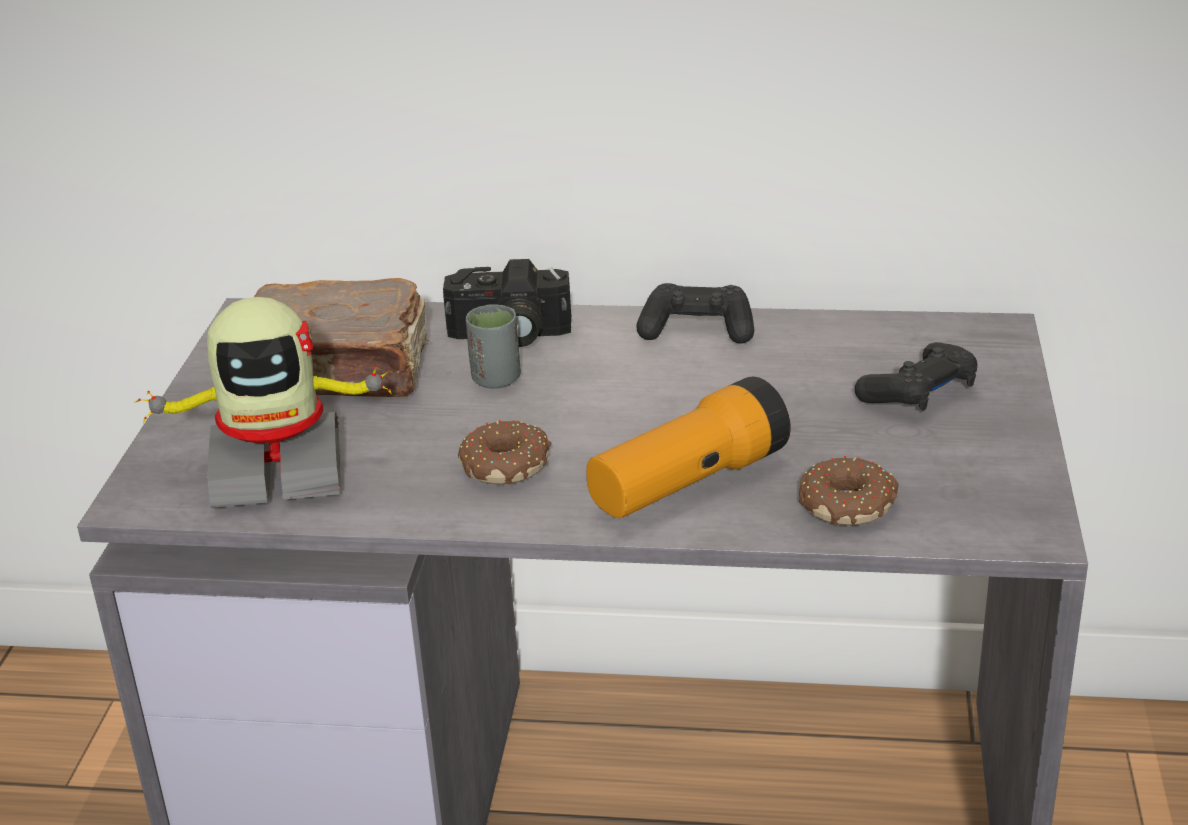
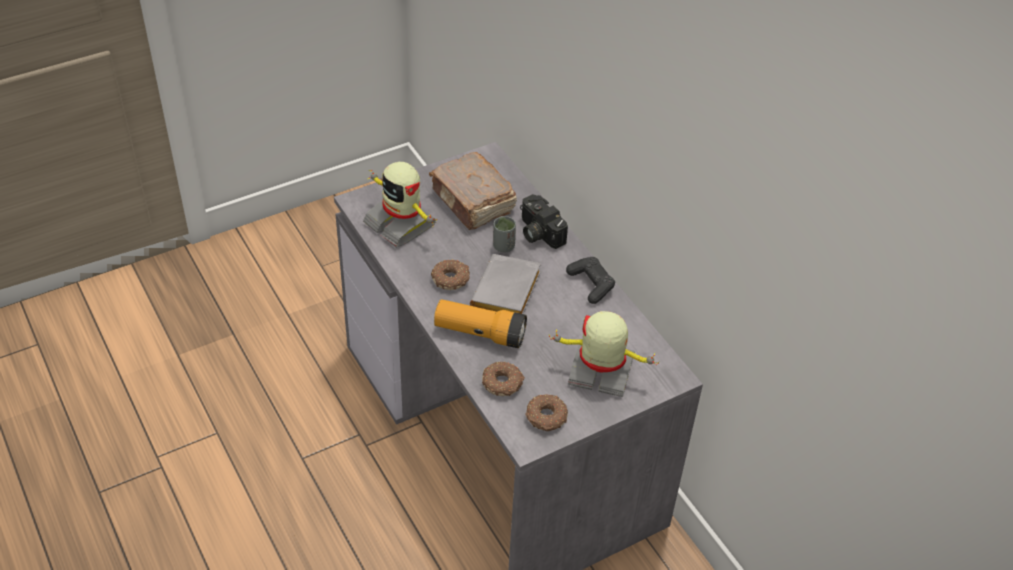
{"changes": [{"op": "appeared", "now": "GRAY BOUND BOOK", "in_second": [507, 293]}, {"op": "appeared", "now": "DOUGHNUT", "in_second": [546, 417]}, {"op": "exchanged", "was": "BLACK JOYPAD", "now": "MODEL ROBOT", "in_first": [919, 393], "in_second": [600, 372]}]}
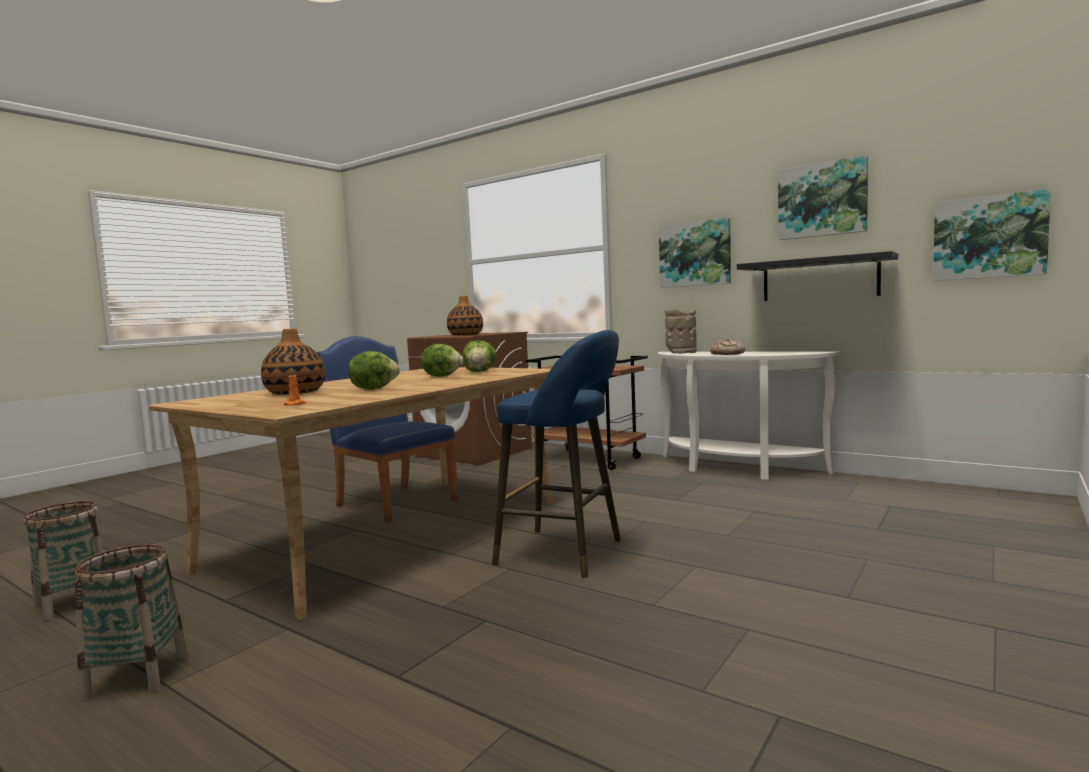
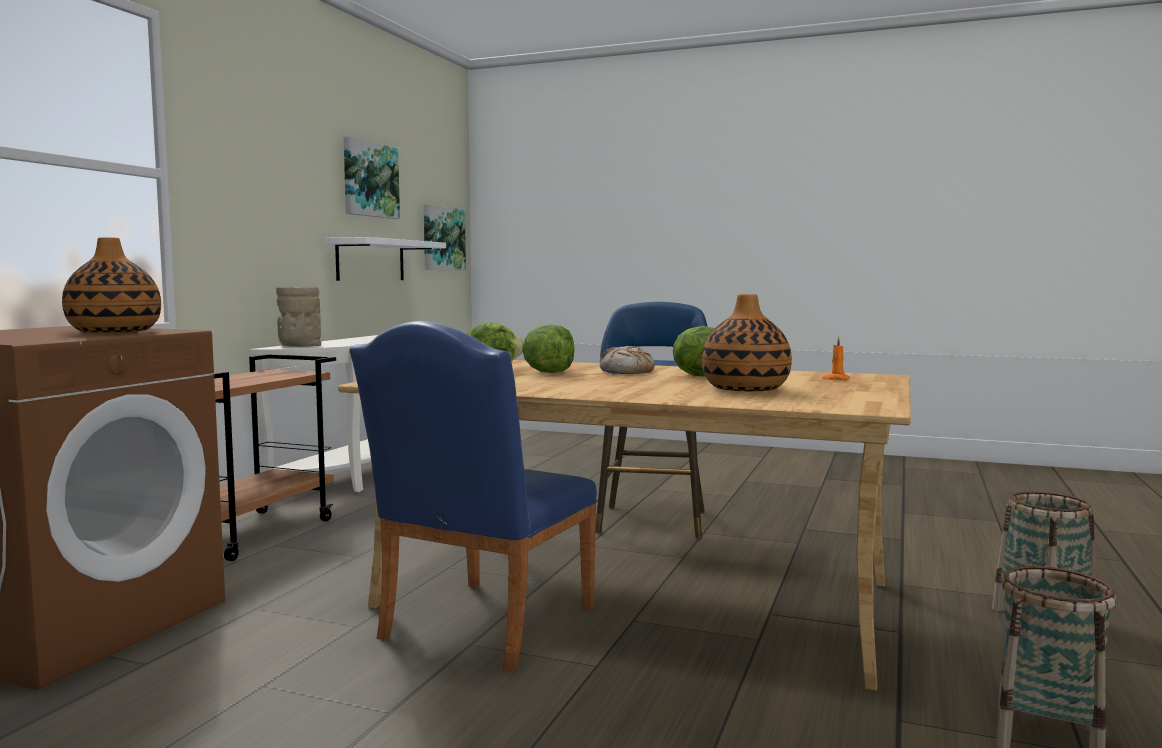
{"changes": [{"op": "colour", "was": "BLACK WALL SHELF", "now": "WHITE-COLOURED WALL SHELF", "in_first": [819, 279], "in_second": [370, 260]}, {"op": "relocated", "was": "BAKERY BREAD", "in_first": [727, 354], "in_second": [626, 372]}, {"op": "missing", "was": "WALL ART", "in_first": [695, 254]}]}
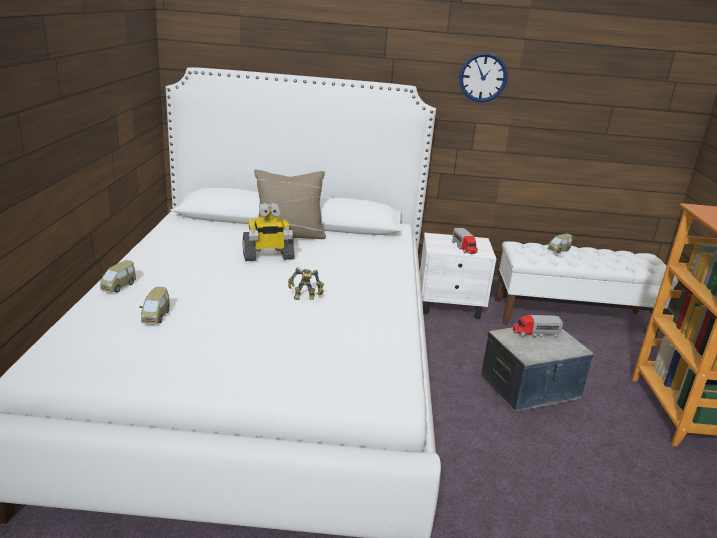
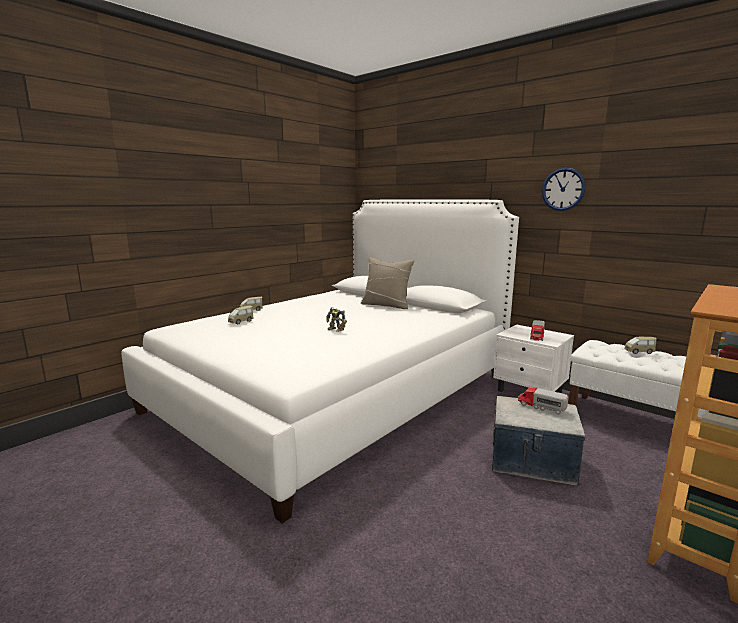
{"changes": [{"op": "missing", "was": "MODEL ROBOT", "in_first": [267, 256]}]}
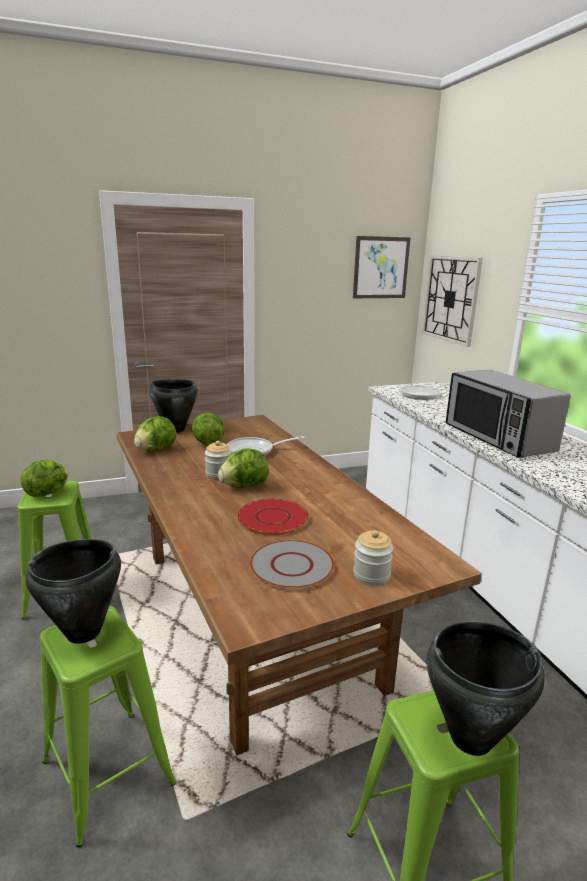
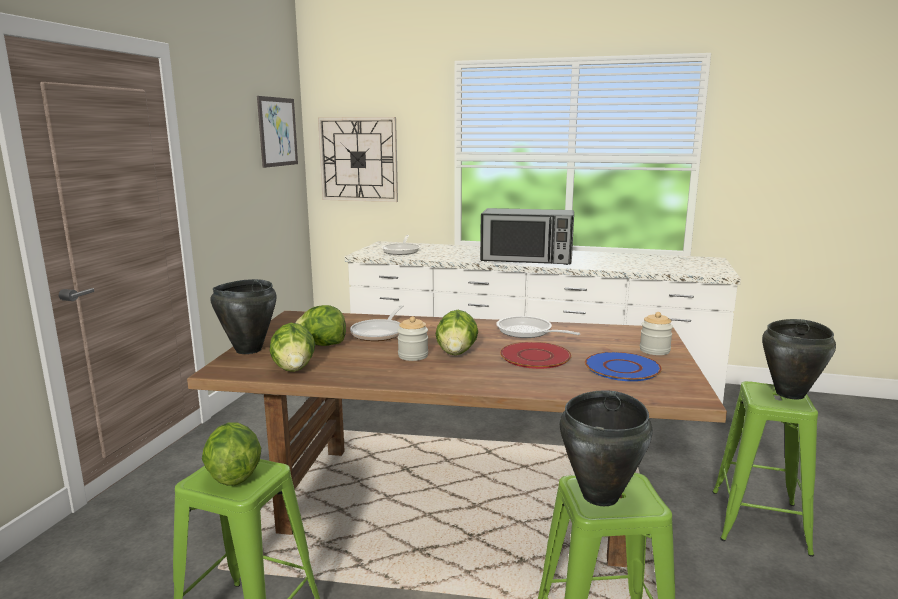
{"changes": [{"op": "appeared", "now": "PAN", "in_second": [528, 332]}, {"op": "colour", "was": "GRAY DINNER PLATE", "now": "BLUISH DINNER PLATE", "in_first": [291, 565], "in_second": [622, 368]}]}
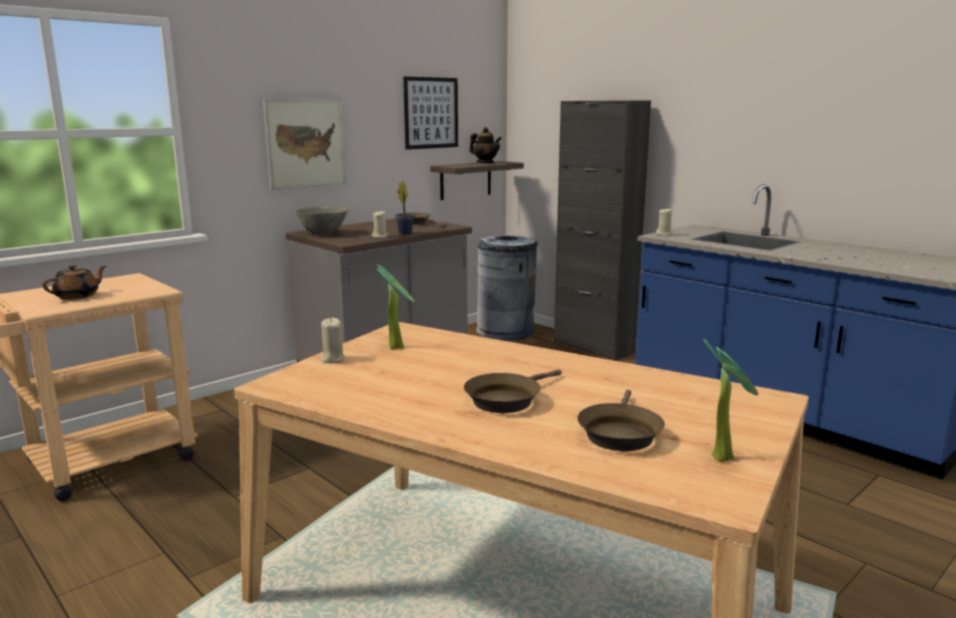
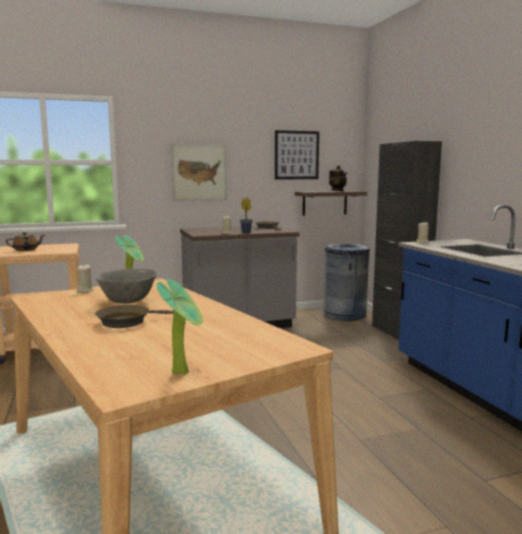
{"changes": [{"op": "relocated", "was": "GRAY DEEP DISH", "in_first": [323, 234], "in_second": [128, 302]}, {"op": "missing", "was": "BROWN-COLOURED PAN", "in_first": [619, 433]}]}
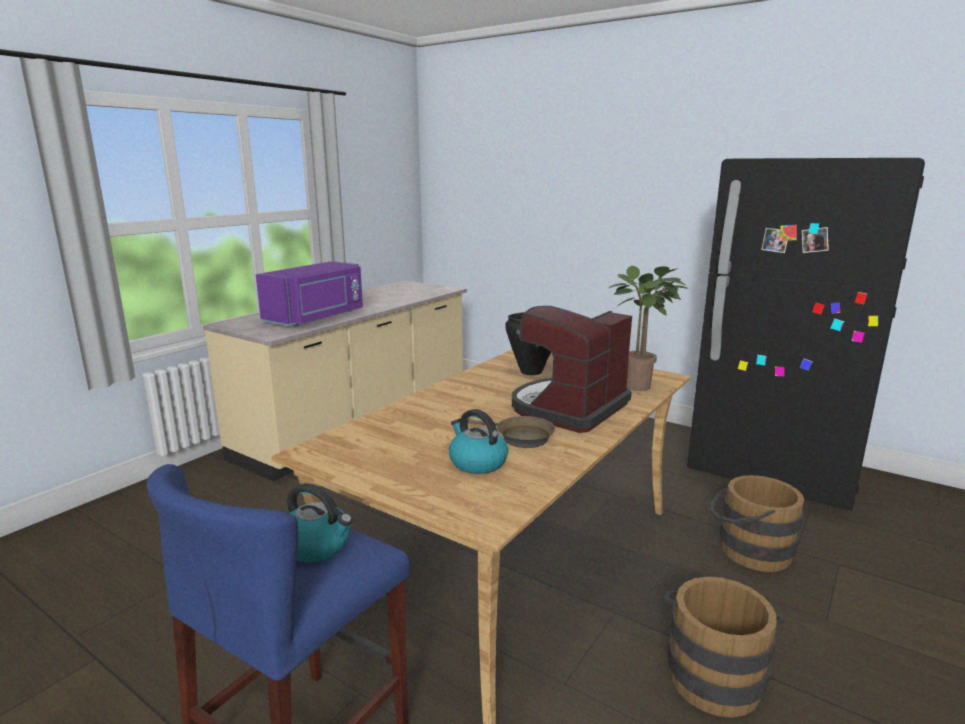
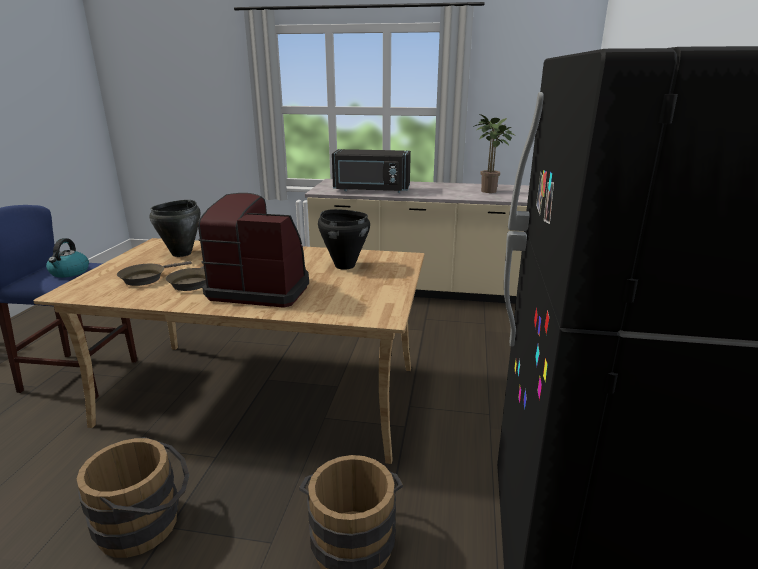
{"changes": [{"op": "exchanged", "was": "KETTLE", "now": "BROWN-COLOURED PAN", "in_first": [477, 462], "in_second": [146, 278]}, {"op": "appeared", "now": "BLACK SAUCEPOT", "in_second": [182, 253]}, {"op": "colour", "was": "PURPLE-COLOURED KITCHEN MICROWAVE", "now": "BLACK KITCHEN MICROWAVE", "in_first": [317, 317], "in_second": [371, 190]}, {"op": "relocated", "was": "HOUSEPLANT", "in_first": [642, 387], "in_second": [489, 192]}]}
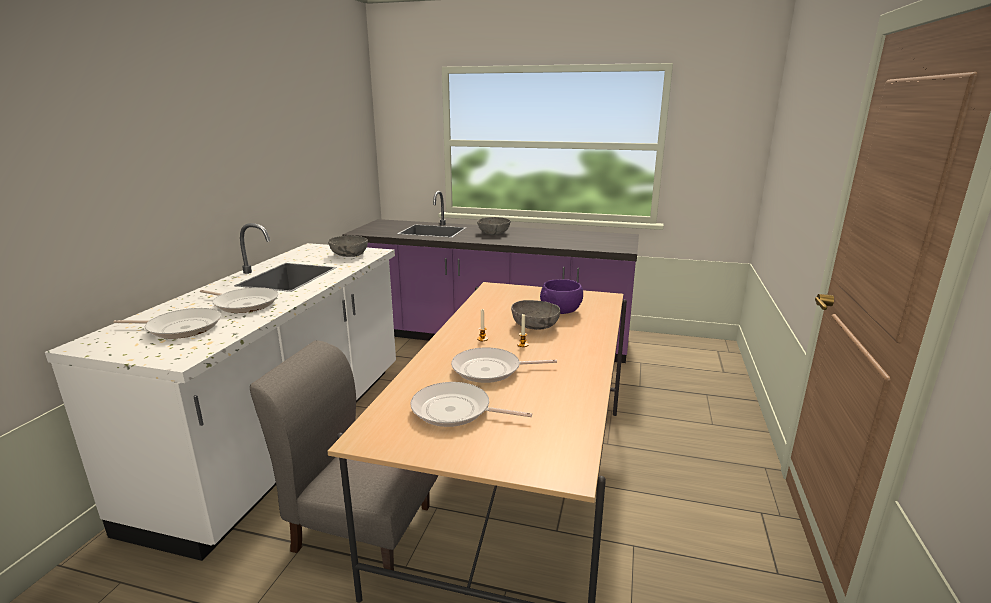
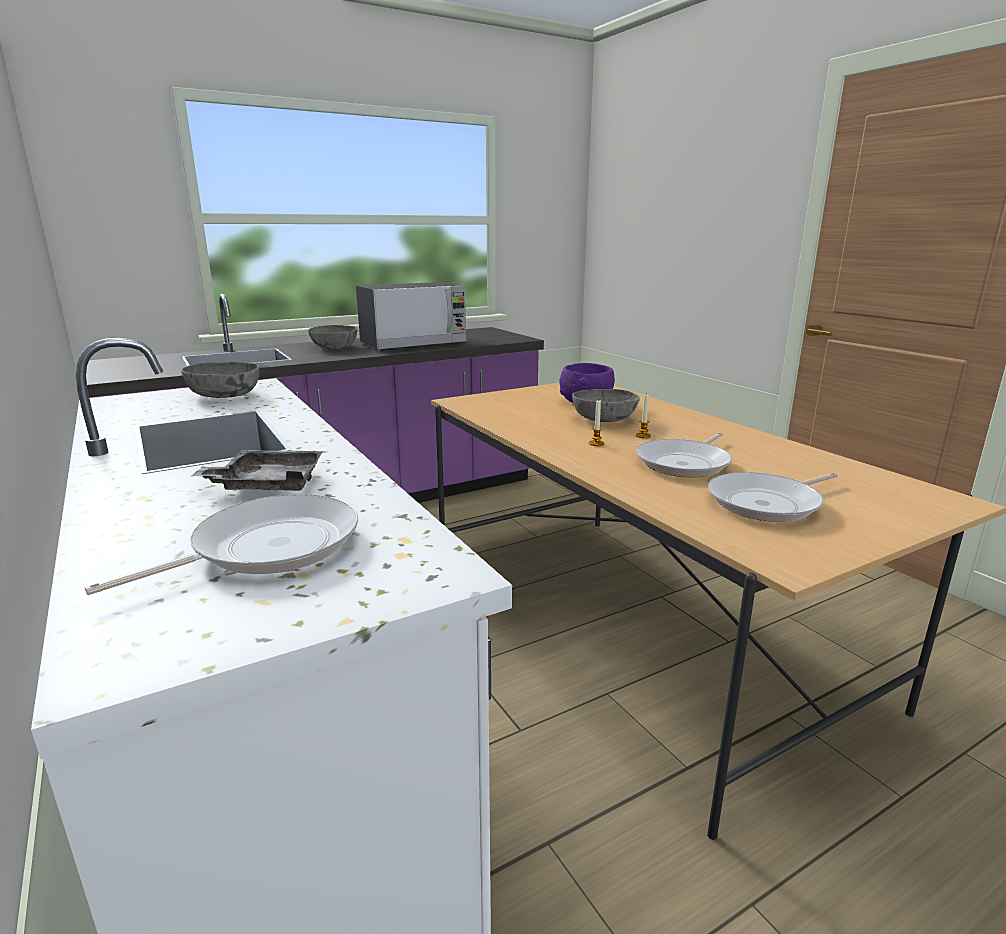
{"changes": [{"op": "exchanged", "was": "PAN", "now": "GRAY CARRYING TRAY", "in_first": [244, 304], "in_second": [267, 484]}, {"op": "appeared", "now": "KITCHEN MICROWAVE", "in_second": [414, 343]}, {"op": "missing", "was": "GRAY CHAIR", "in_first": [363, 527]}]}
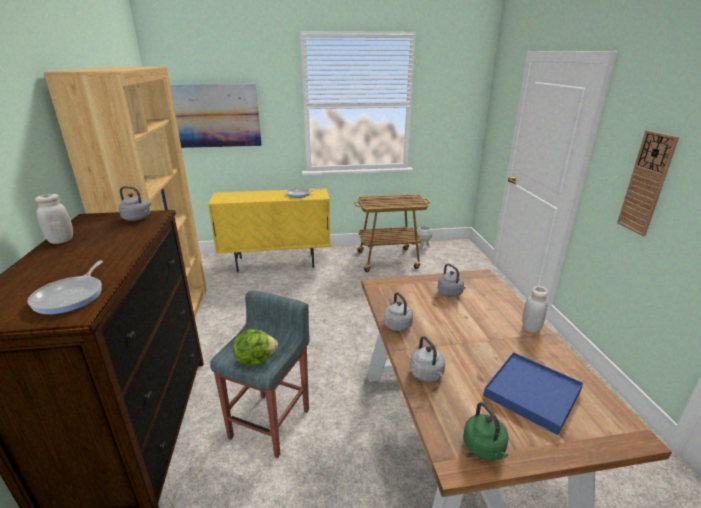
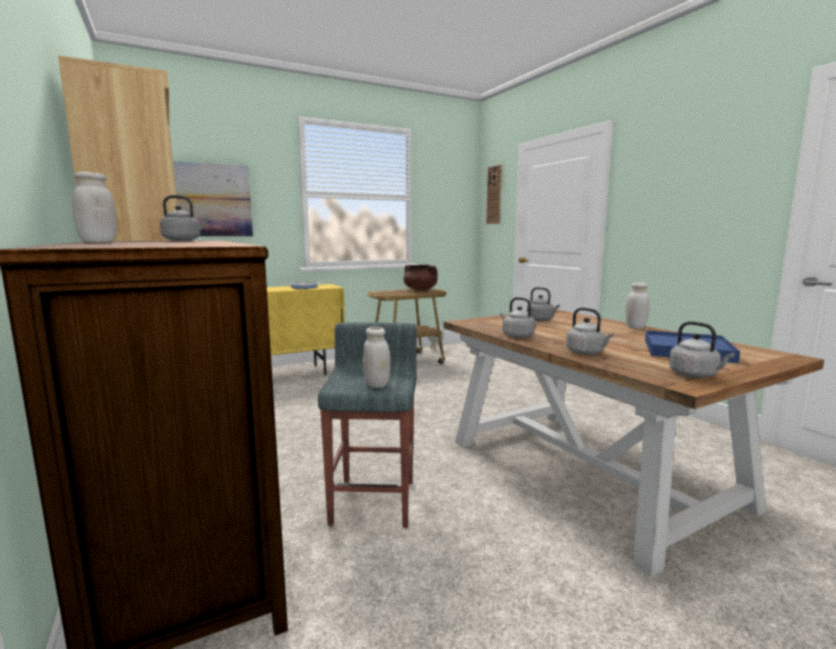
{"changes": [{"op": "exchanged", "was": "HEAD OF LETTUCE", "now": "WHITE-COLOURED JAR", "in_first": [255, 359], "in_second": [376, 385]}, {"op": "appeared", "now": "BROWN-COLOURED SAUCEPOT", "in_second": [420, 290]}, {"op": "relocated", "was": "CLOCK ON THE WALL", "in_first": [646, 183], "in_second": [494, 195]}, {"op": "colour", "was": "GREEN-COLOURED KETTLE", "now": "GRAY KETTLE", "in_first": [485, 448], "in_second": [695, 375]}, {"op": "missing", "was": "PAN", "in_first": [71, 296]}]}
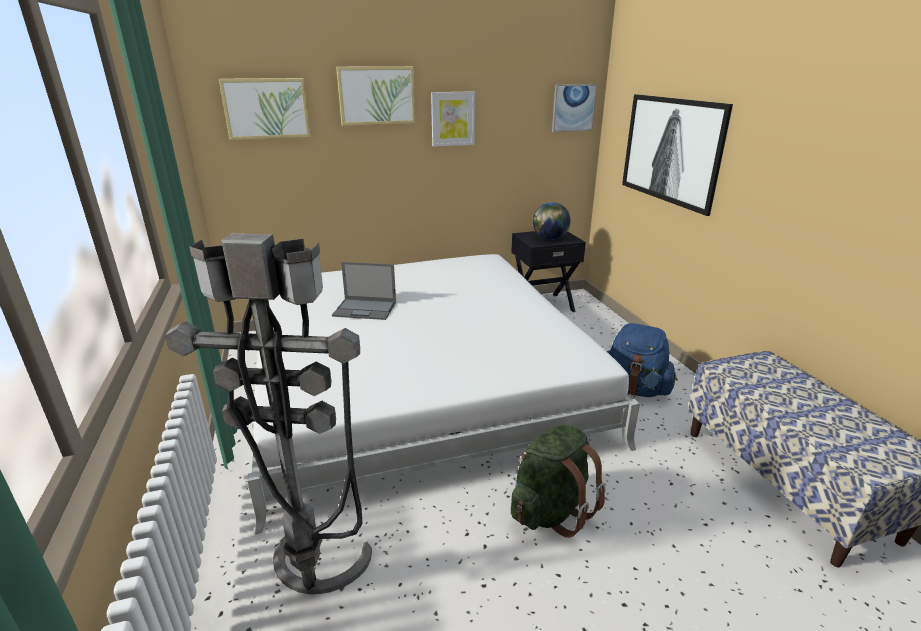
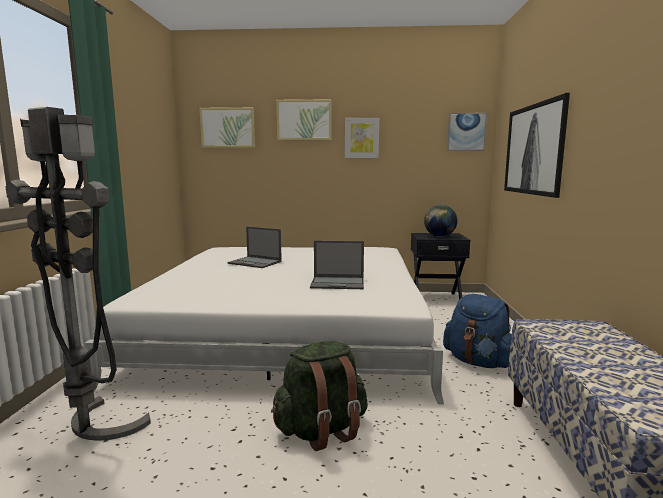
{"changes": [{"op": "appeared", "now": "PORTABLE COMPUTER", "in_second": [338, 283]}]}
